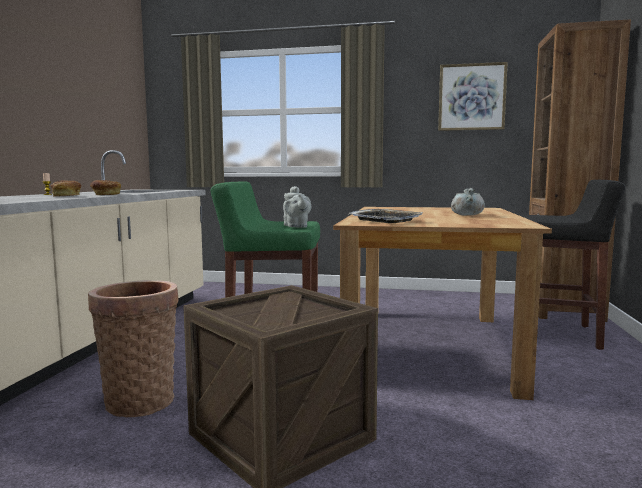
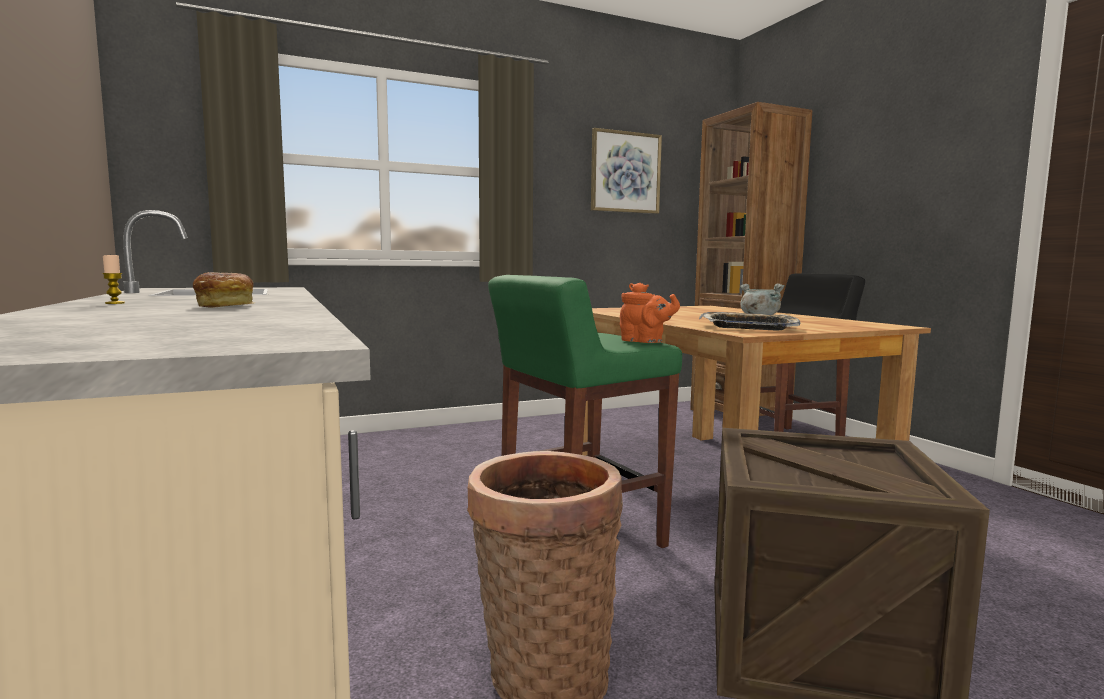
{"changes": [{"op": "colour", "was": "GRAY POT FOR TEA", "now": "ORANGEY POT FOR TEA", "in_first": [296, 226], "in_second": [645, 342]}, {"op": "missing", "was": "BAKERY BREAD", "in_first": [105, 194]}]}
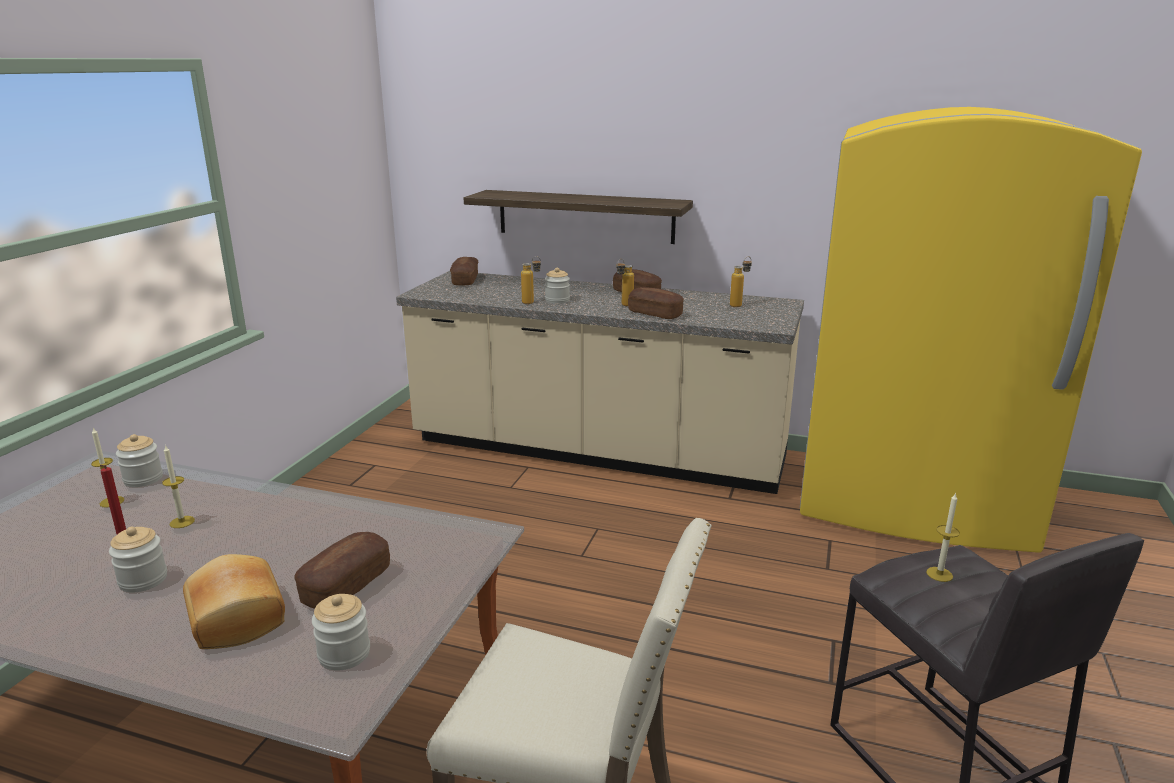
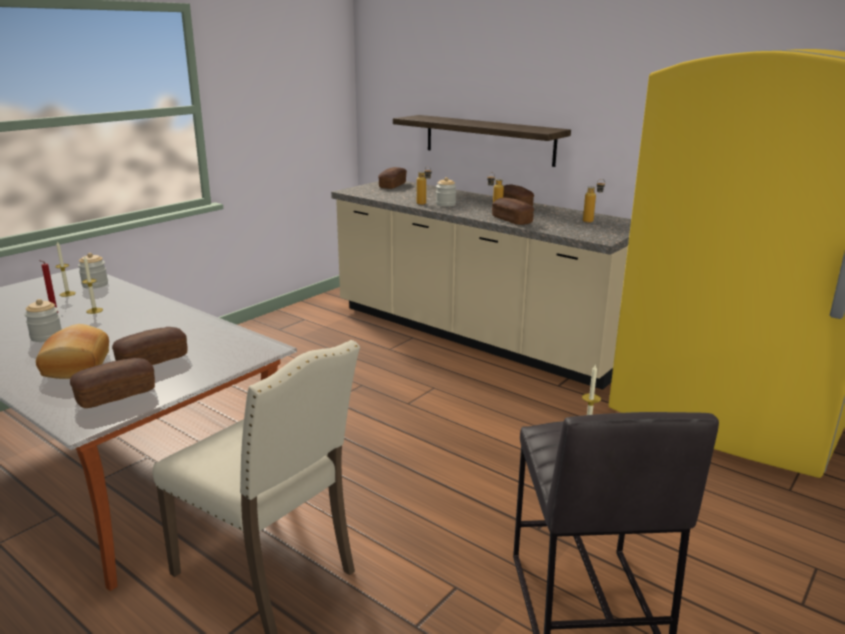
{"changes": [{"op": "exchanged", "was": "JAR", "now": "BAKERY BREAD", "in_first": [344, 654], "in_second": [116, 395]}]}
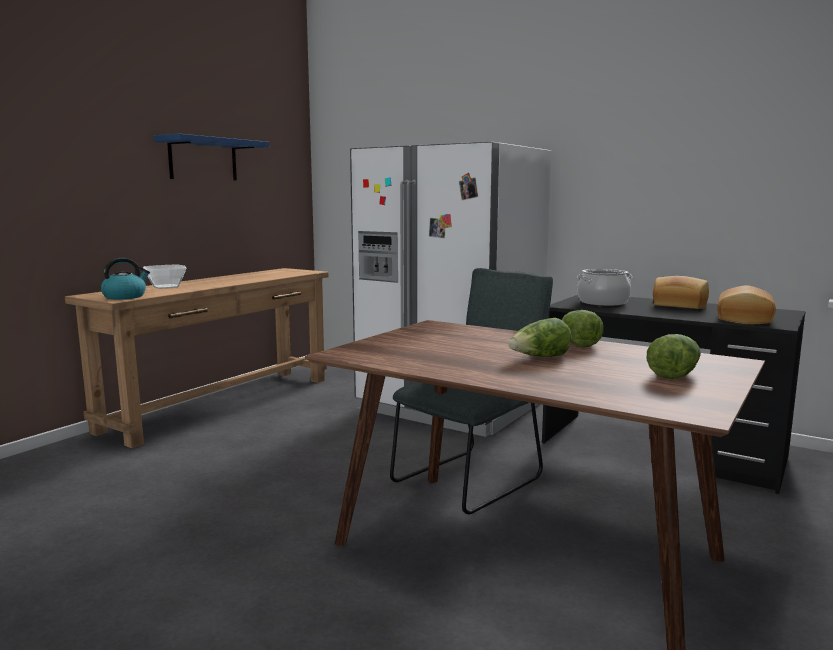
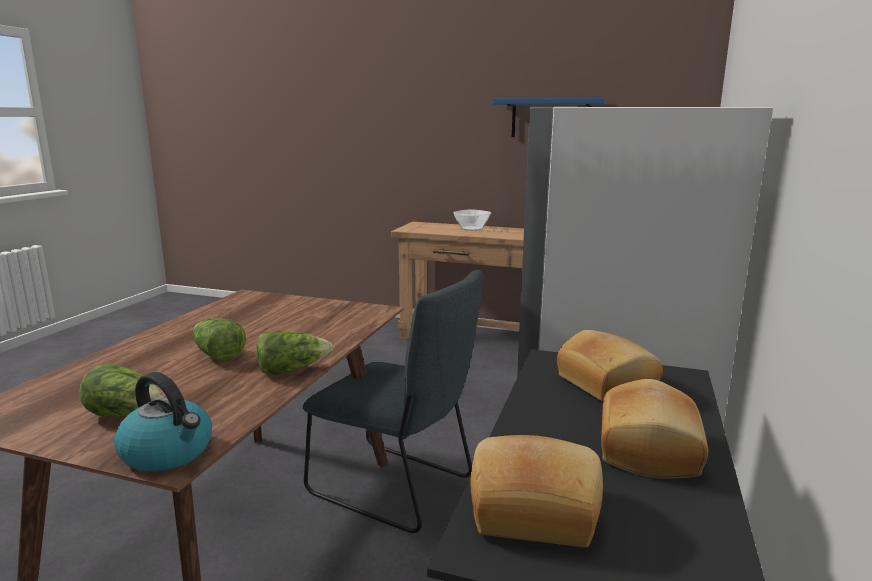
{"changes": [{"op": "relocated", "was": "KETTLE", "in_first": [125, 296], "in_second": [169, 452]}, {"op": "exchanged", "was": "SAUCEPOT", "now": "BAKERY BREAD", "in_first": [603, 302], "in_second": [608, 384]}]}
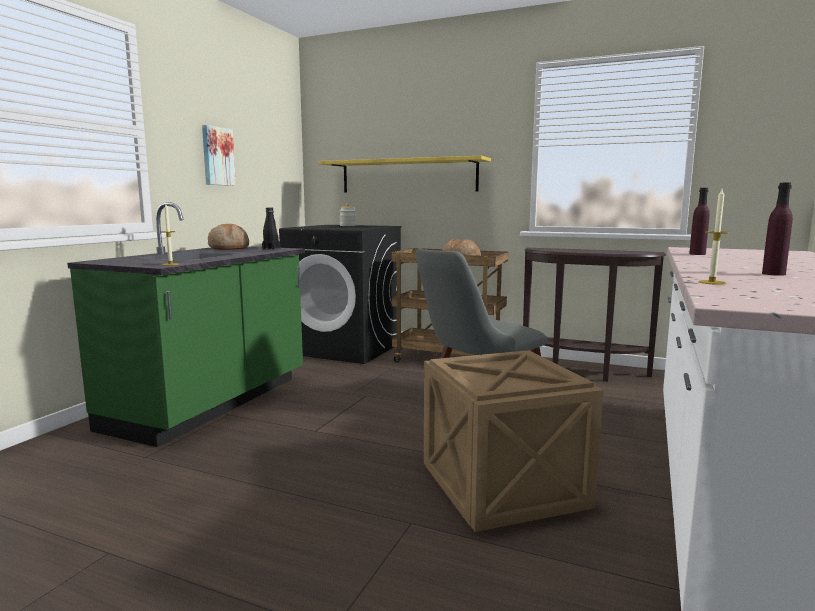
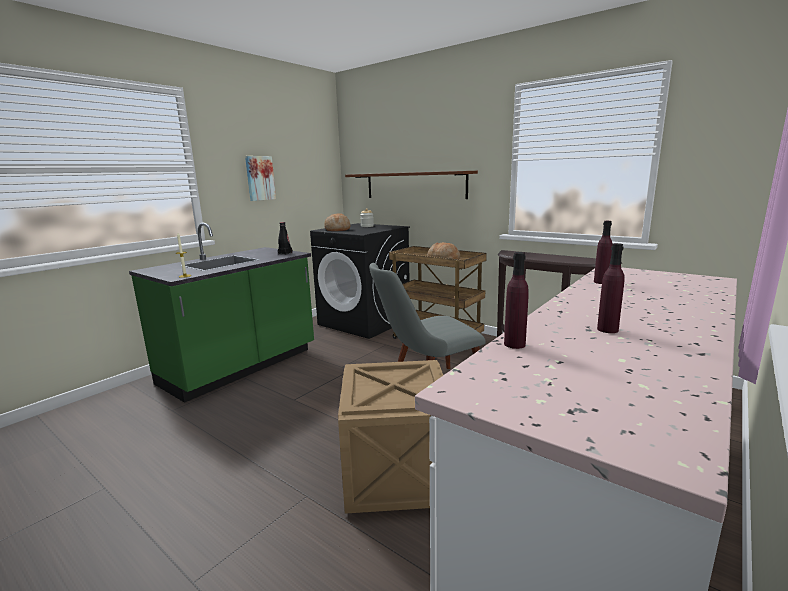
{"changes": [{"op": "relocated", "was": "BAKERY BREAD", "in_first": [229, 248], "in_second": [337, 229]}, {"op": "colour", "was": "YELLOW WALL SHELF", "now": "BROWN-COLOURED WALL SHELF", "in_first": [408, 176], "in_second": [414, 185]}, {"op": "exchanged", "was": "CANDLE", "now": "PURPLE-COLOURED DRINK BOTTLE", "in_first": [712, 282], "in_second": [514, 344]}]}
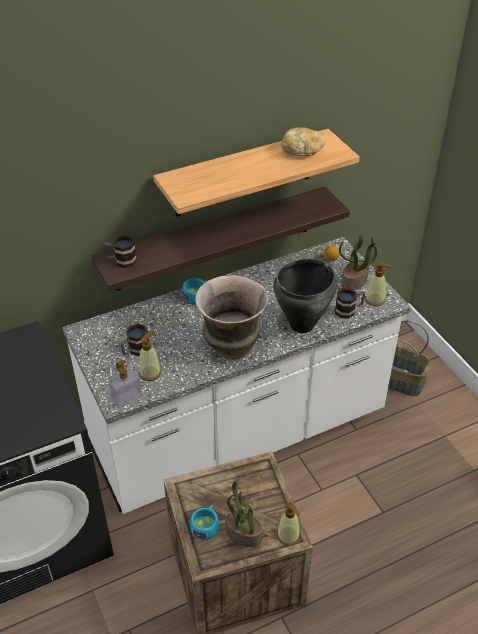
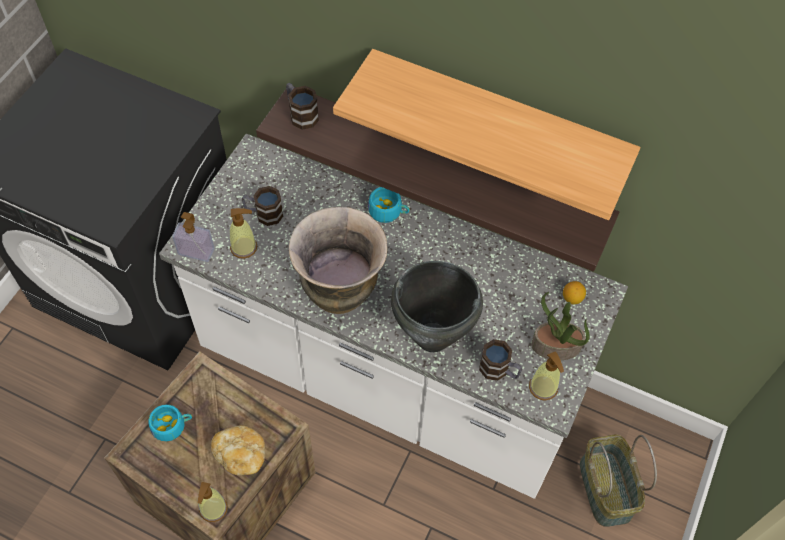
{"changes": [{"op": "relocated", "was": "BAKERY BREAD", "in_first": [302, 150], "in_second": [241, 455]}, {"op": "missing", "was": "HOUSEPLANT", "in_first": [242, 534]}]}
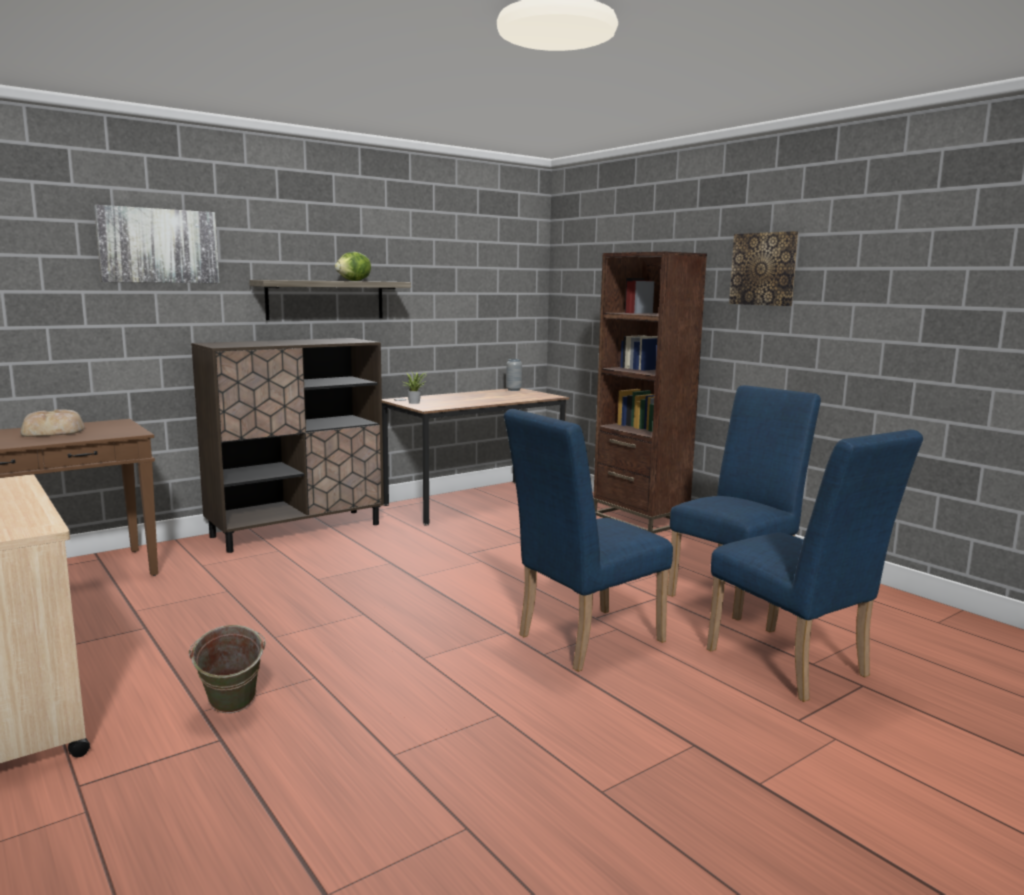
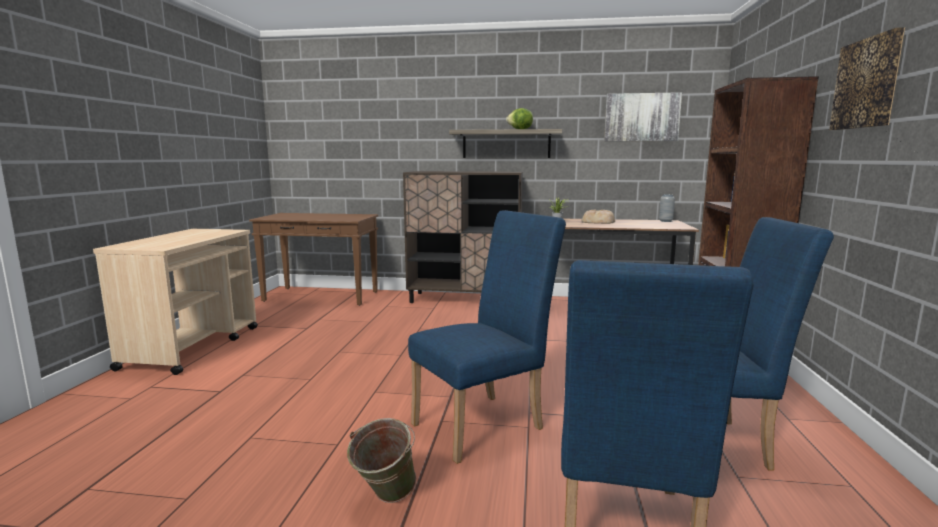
{"changes": [{"op": "relocated", "was": "GREEN-COLOURED WATER BUCKET", "in_first": [231, 711], "in_second": [384, 499]}, {"op": "spun", "was": "BLUISH CHAIR", "in_first": [582, 640], "in_second": [485, 423], "clockwise": 135}, {"op": "relocated", "was": "BAKERY BREAD", "in_first": [53, 431], "in_second": [598, 221]}, {"op": "relocated", "was": "WALL ART", "in_first": [158, 246], "in_second": [641, 117]}]}
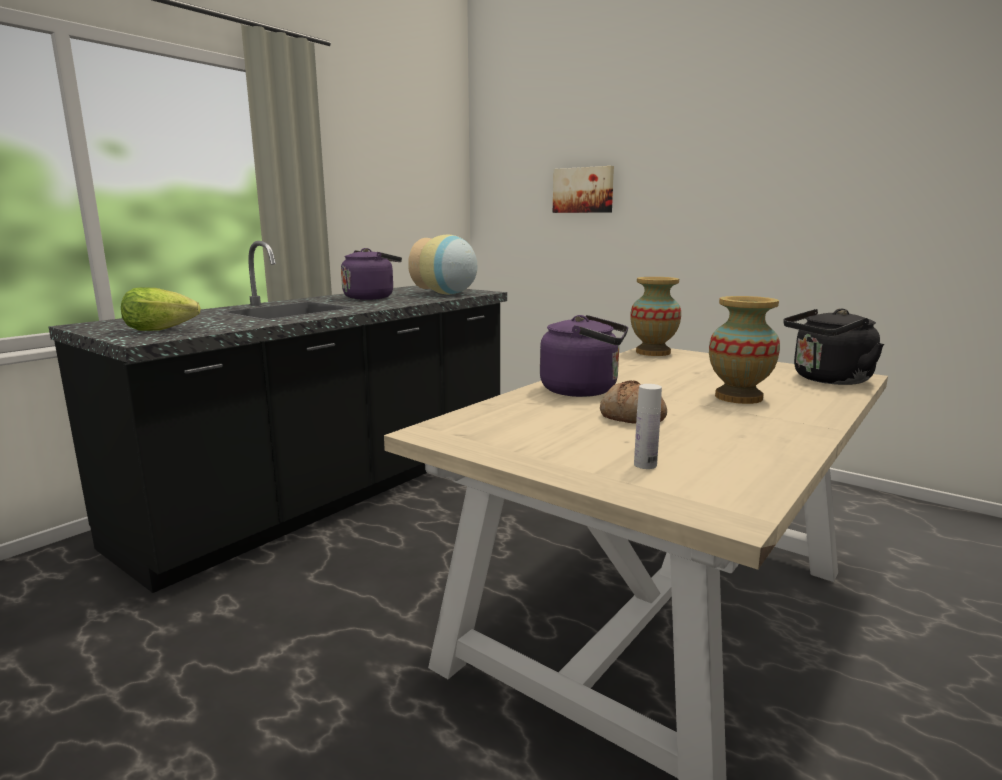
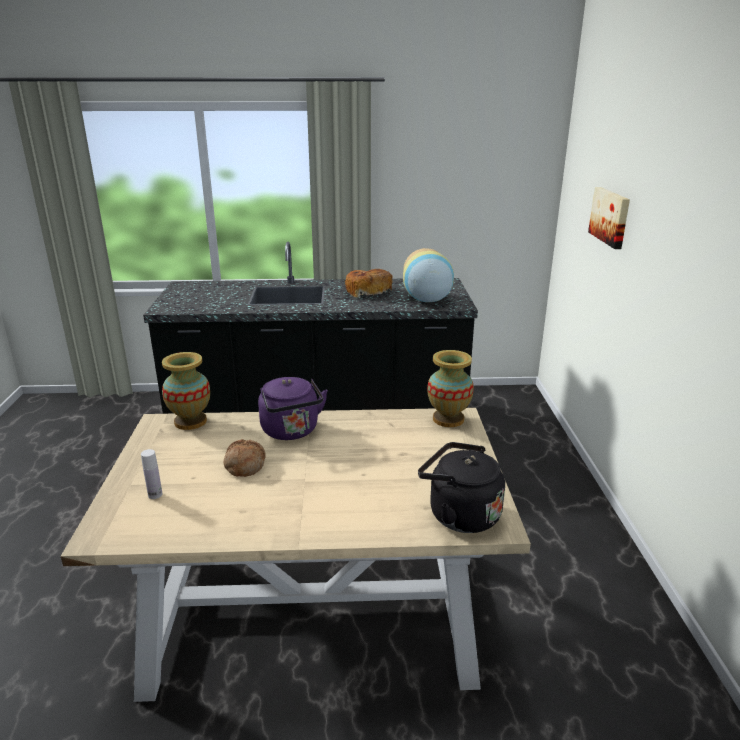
{"changes": [{"op": "relocated", "was": "VASE", "in_first": [738, 397], "in_second": [190, 421]}, {"op": "exchanged", "was": "PURPLE-COLOURED KETTLE", "now": "BAKERY BREAD", "in_first": [371, 297], "in_second": [367, 291]}, {"op": "missing", "was": "HEAD OF LETTUCE", "in_first": [159, 330]}]}
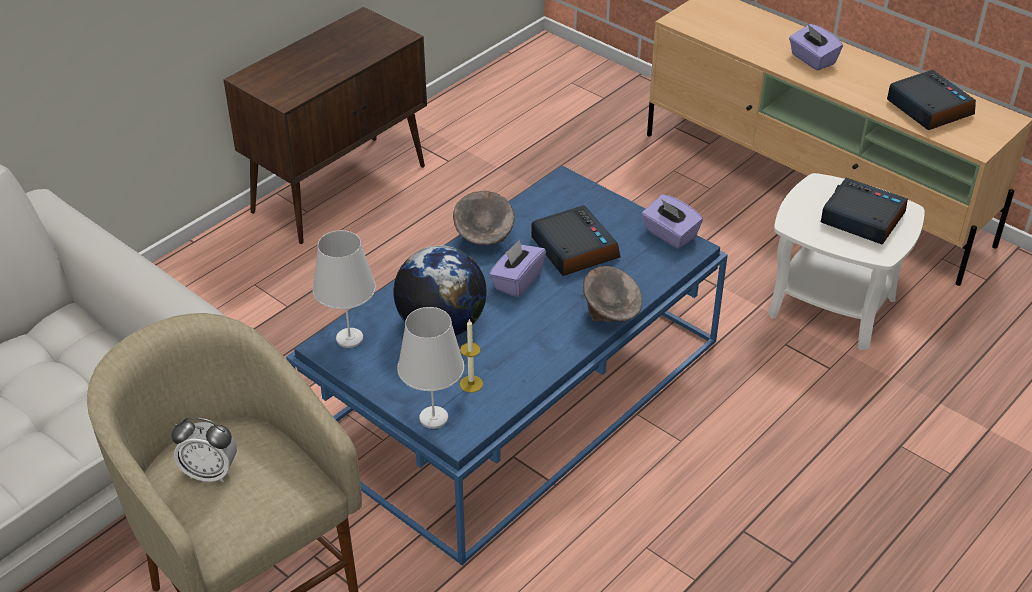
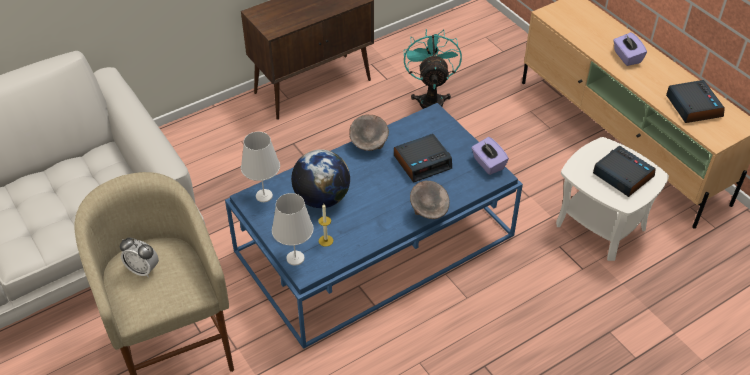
{"changes": [{"op": "spun", "was": "ALARM CLOCK", "in_first": [573, 248], "in_second": [422, 162], "clockwise": 75}, {"op": "appeared", "now": "TURQUOISE COOLING FAN", "in_second": [430, 100]}, {"op": "missing", "was": "PURPLE-COLOURED TISSUE HOLDER", "in_first": [517, 281]}]}
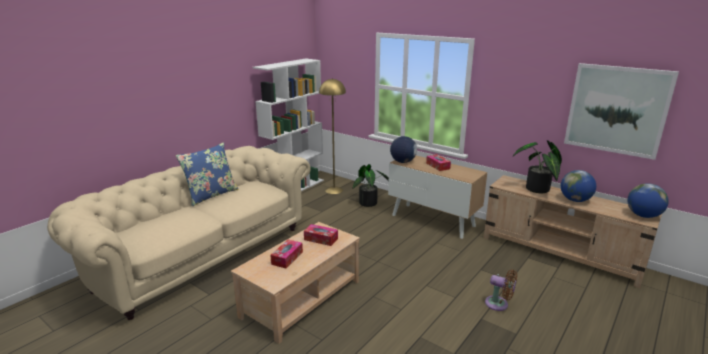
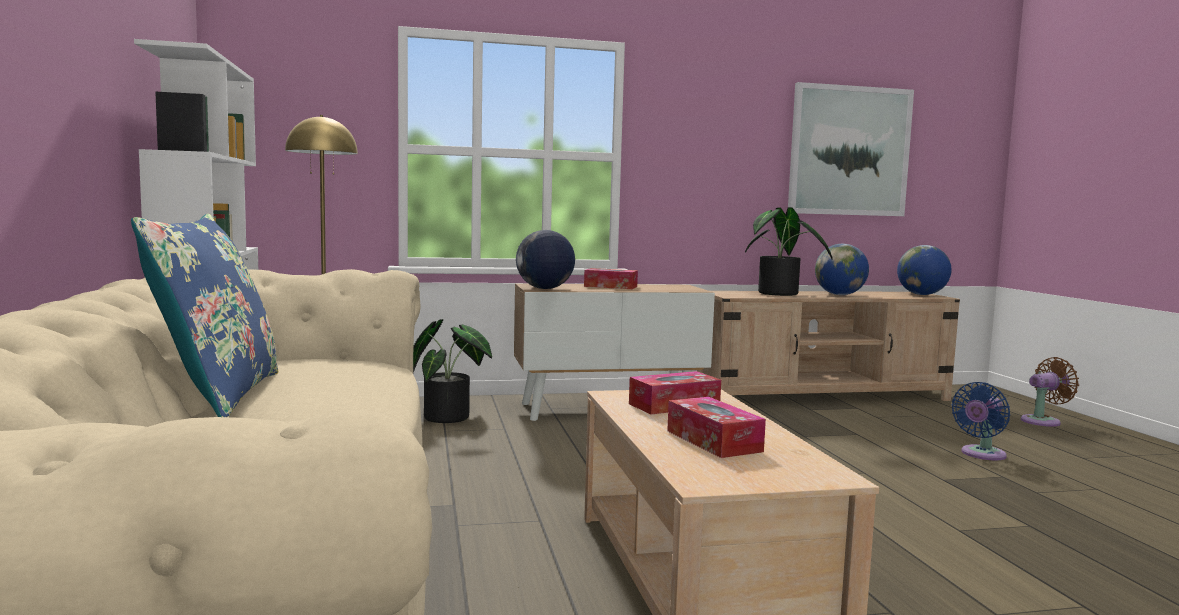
{"changes": [{"op": "appeared", "now": "BLUISH COOLING FAN", "in_second": [981, 454]}, {"op": "relocated", "was": "BROWN-COLOURED COOLING FAN", "in_first": [499, 304], "in_second": [1043, 421]}]}
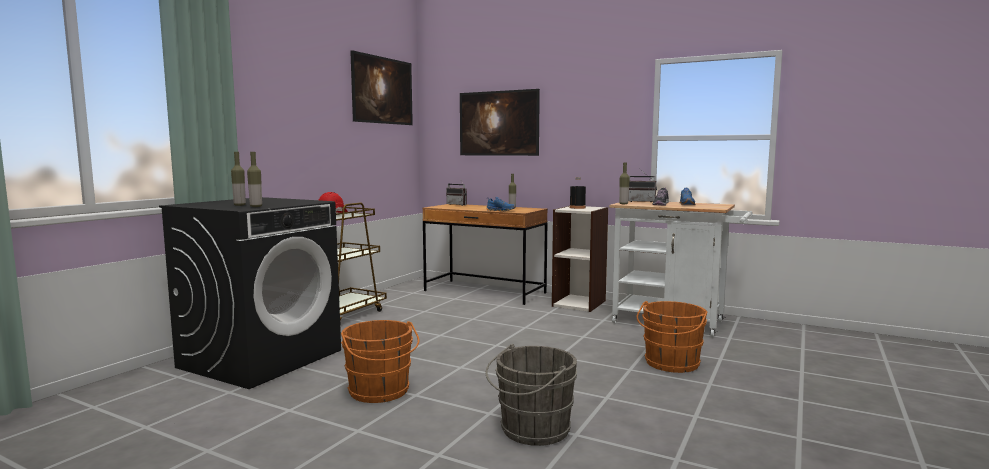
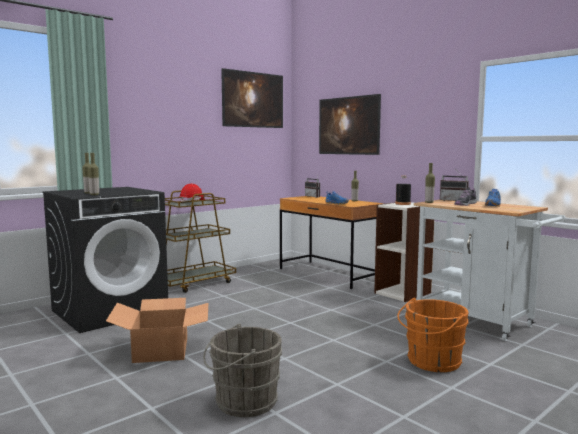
{"changes": [{"op": "exchanged", "was": "ORANGEY WATER BUCKET", "now": "PACKING BOX", "in_first": [380, 392], "in_second": [162, 349]}]}
